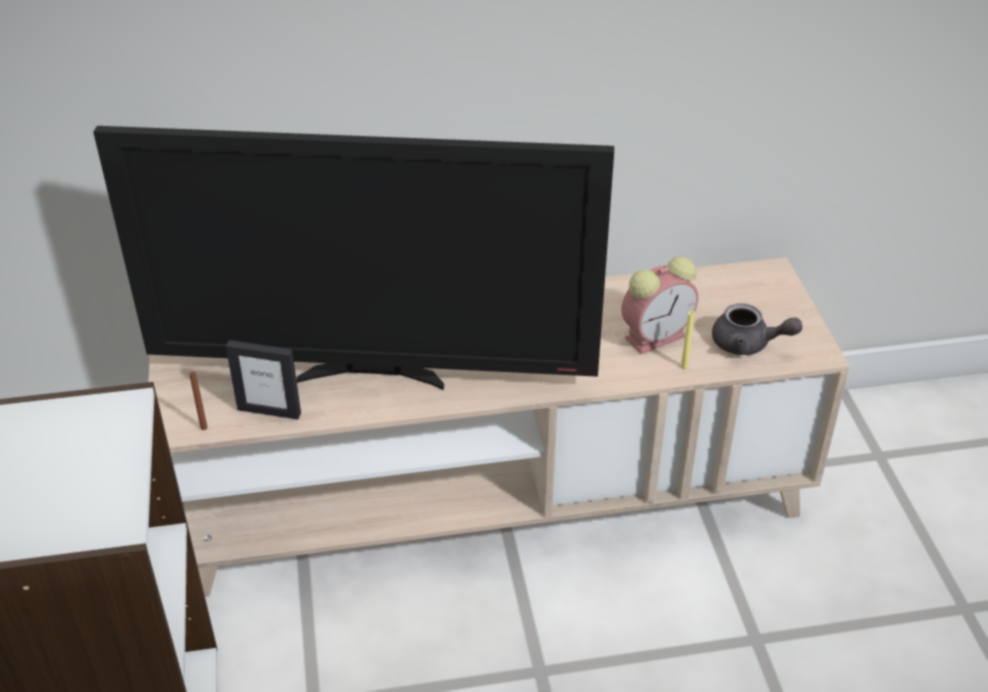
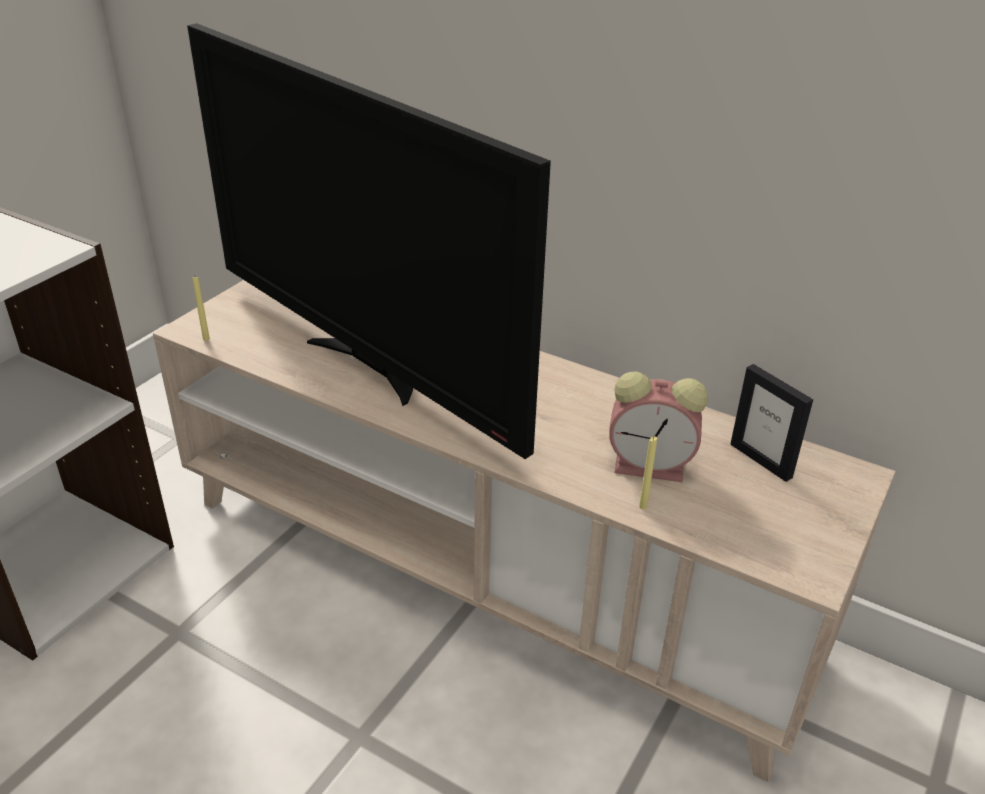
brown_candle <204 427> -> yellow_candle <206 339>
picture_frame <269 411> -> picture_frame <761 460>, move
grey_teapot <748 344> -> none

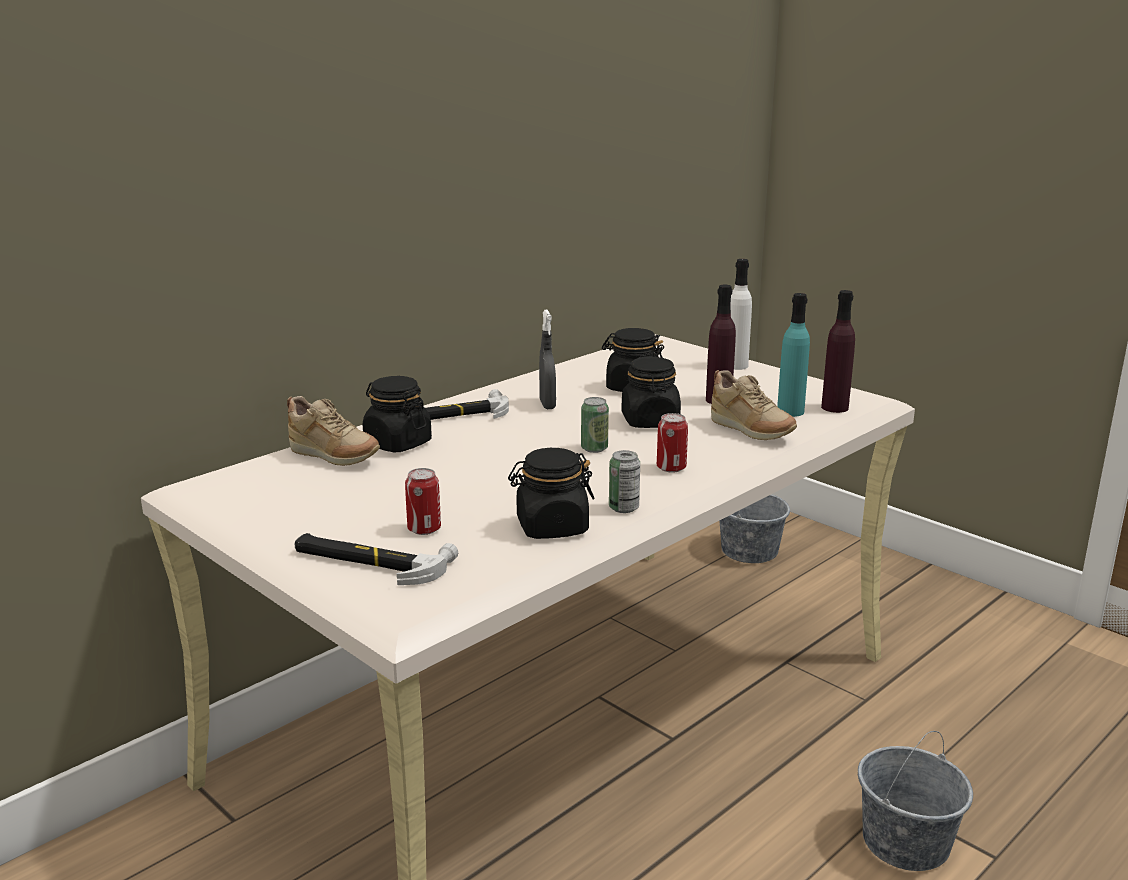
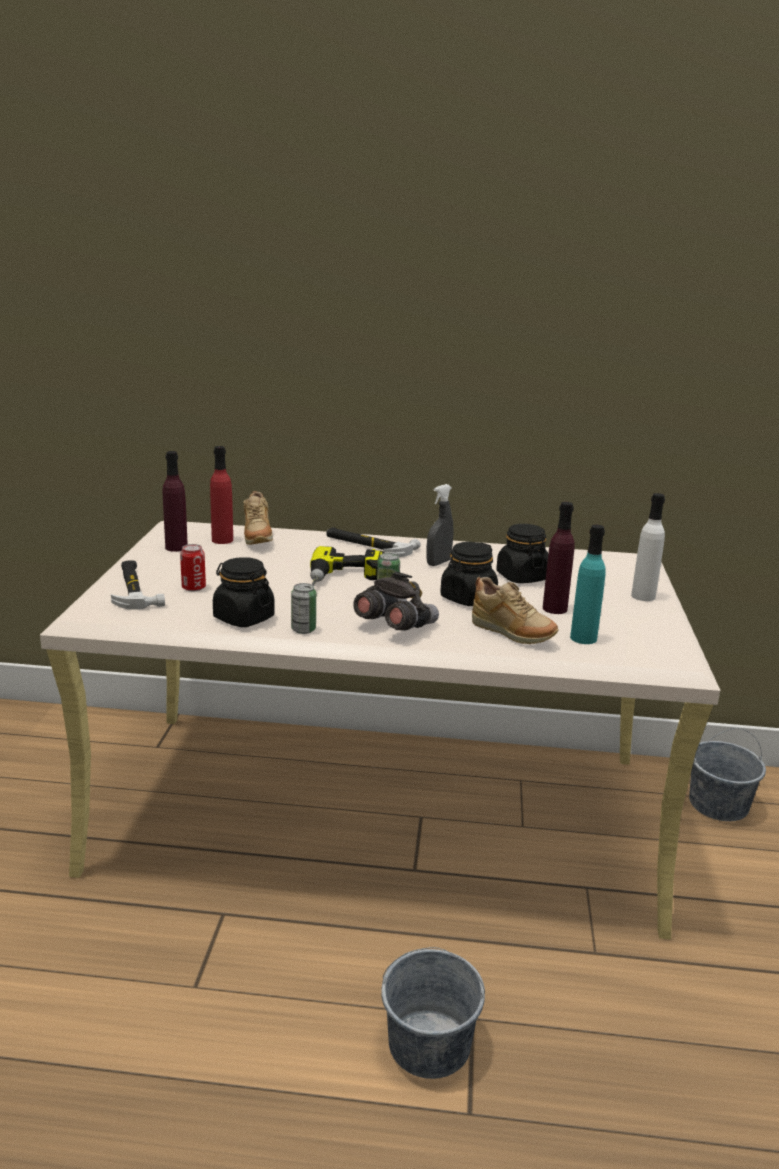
purple_bottle <834 407> -> purple_bottle <176 547>, move
none -> red_bottle <222 540>
none -> power_drill <345 580>
can <671 468> -> grey_binoculars <395 626>
beige_shoe <751 432> -> beige_shoe <512 634>, 60 degrees counterclockwise
black_jar <397 443> -> none

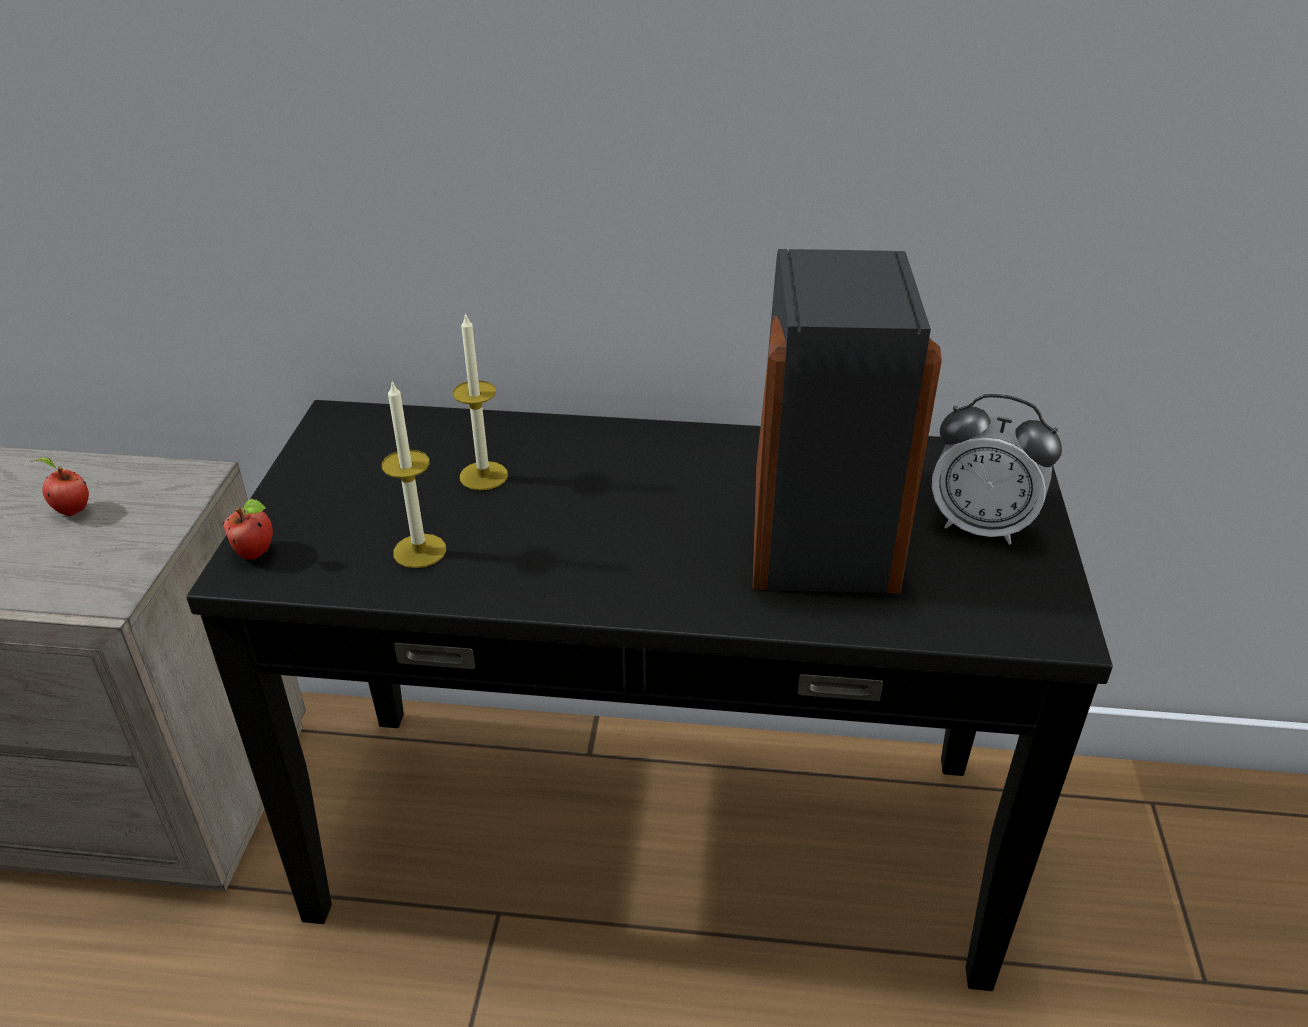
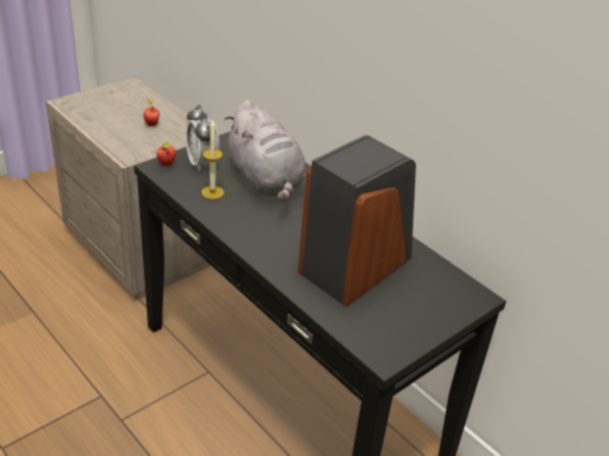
alarm_clock <980 525> -> alarm_clock <202 163>, move
candle <483 476> -> grey_plush_toy <266 181>

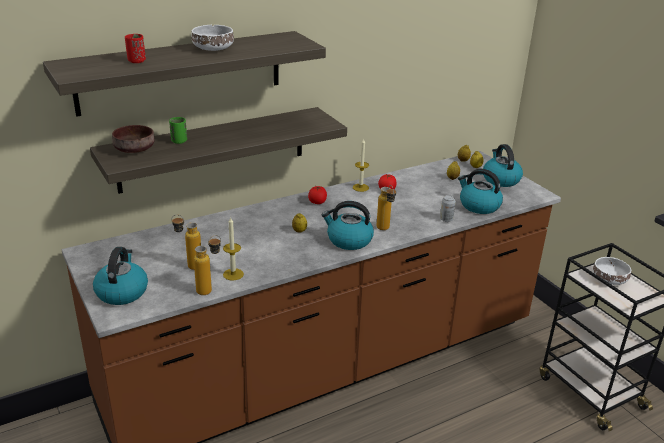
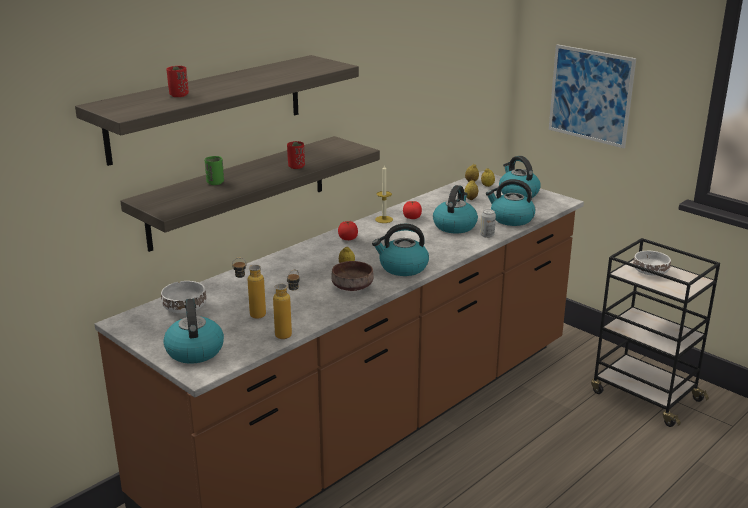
white_bowl <212 49> -> white_bowl <184 308>, move
none -> red_cup <296 167>
brown_bowl <134 149> -> brown_bowl <352 286>, move
none -> kettle <454 226>
none -> picture <590 95>
candle <233 274> -> none
bottle <385 230> -> none

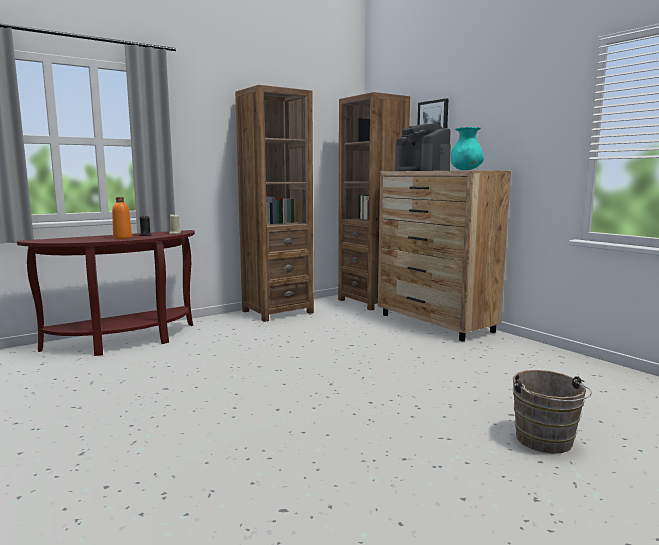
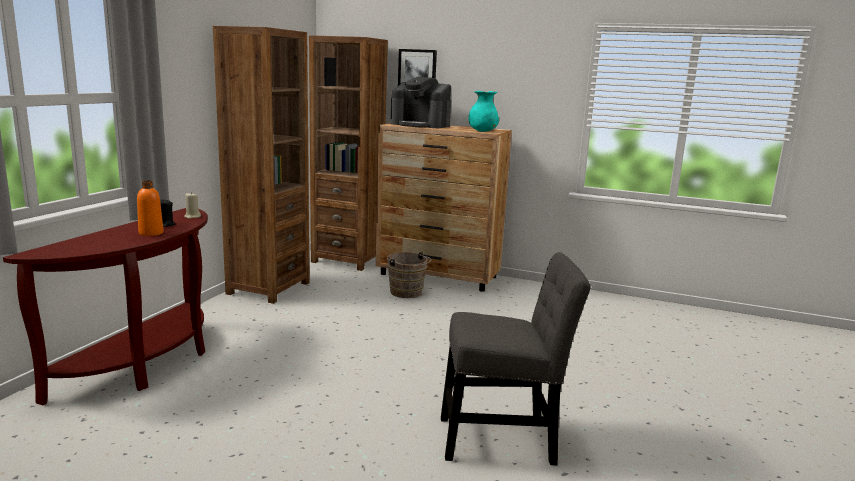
brown_bucket <545 442> -> brown_bucket <407 293>, move
none -> grey_chair <503 439>

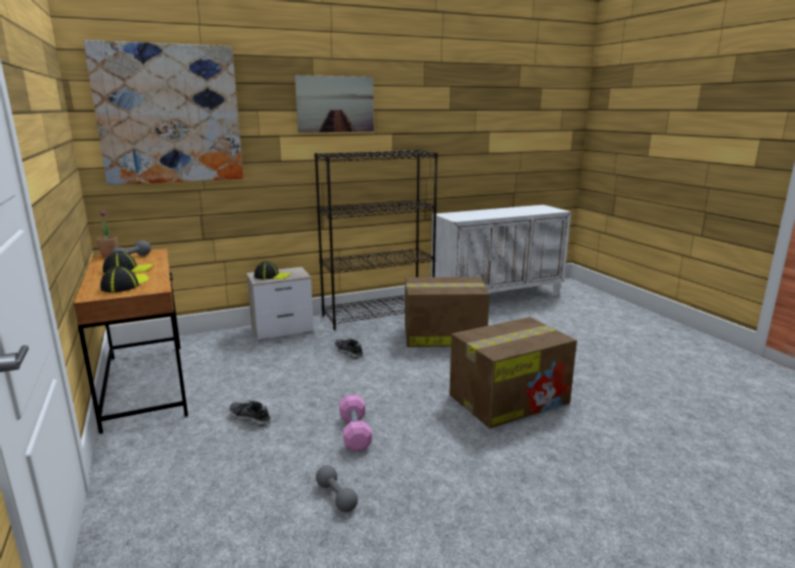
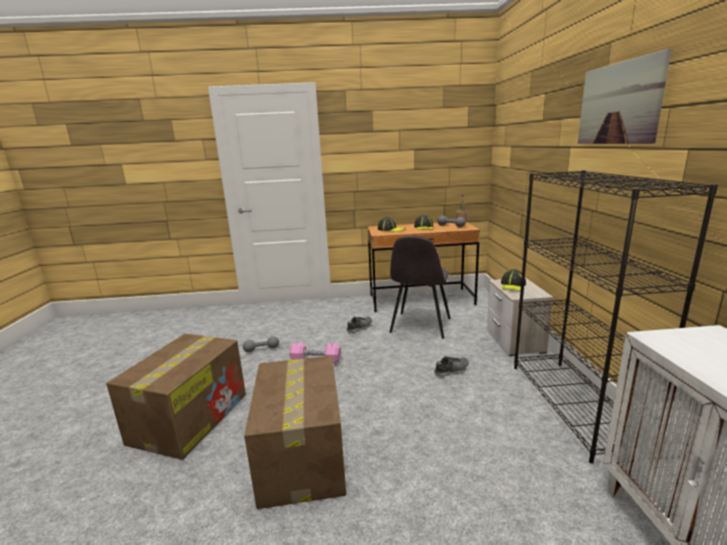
cardboard_box <442 335> -> cardboard_box <191 417>, move
none -> grey_chair <420 326>
picture <169 115> -> none

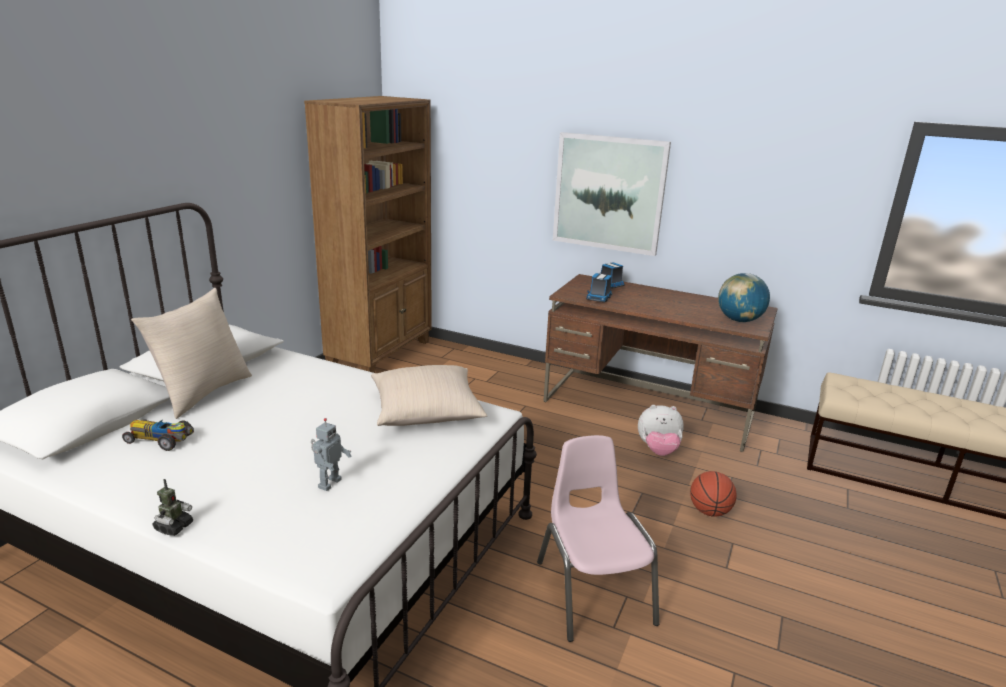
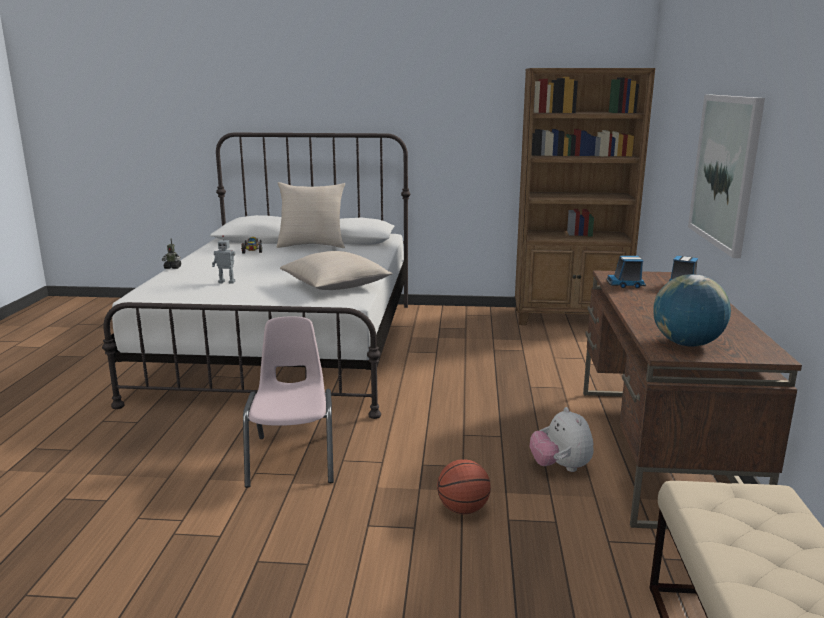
pink_chair <593 592> -> pink_chair <293 459>, 60 degrees counterclockwise

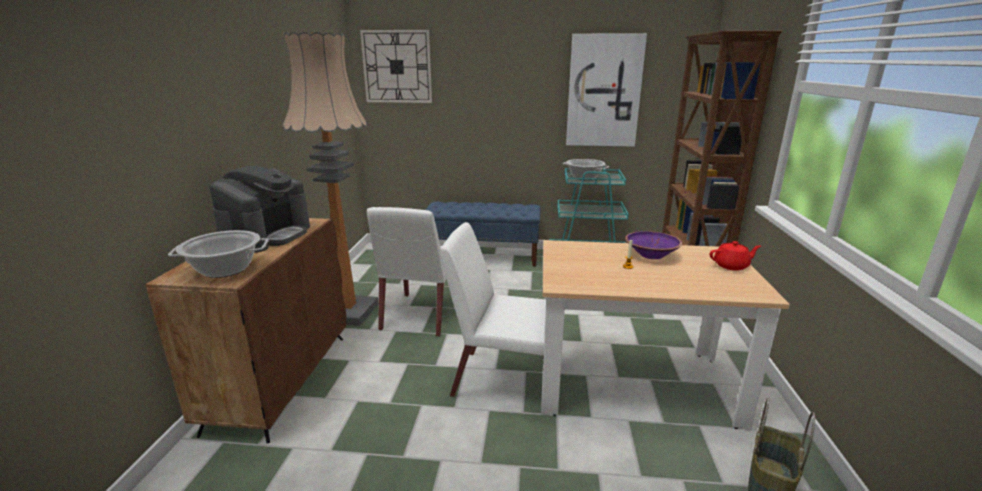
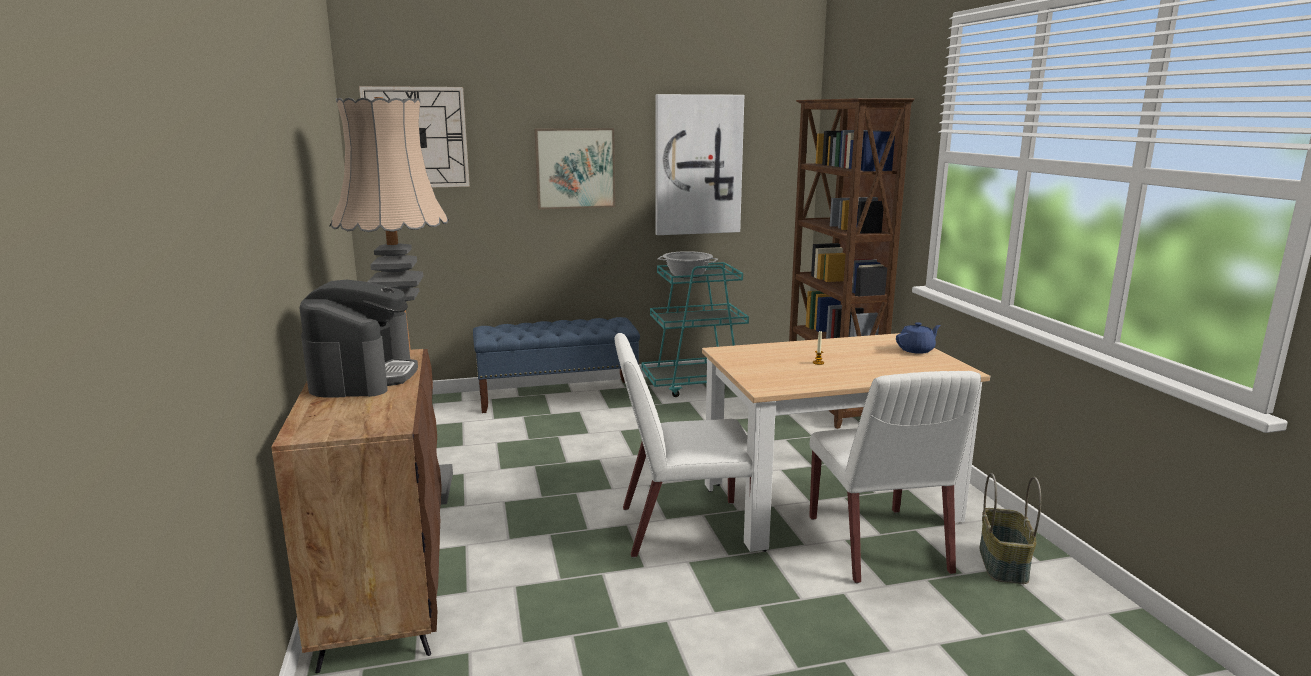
none -> picture <575 168>
white_chair <420 315> -> white_chair <878 545>, move
red_teapot <731 266> -> blue_teapot <916 350>
cooking_pot <225 269> -> none
purple_bowl <651 255> -> none

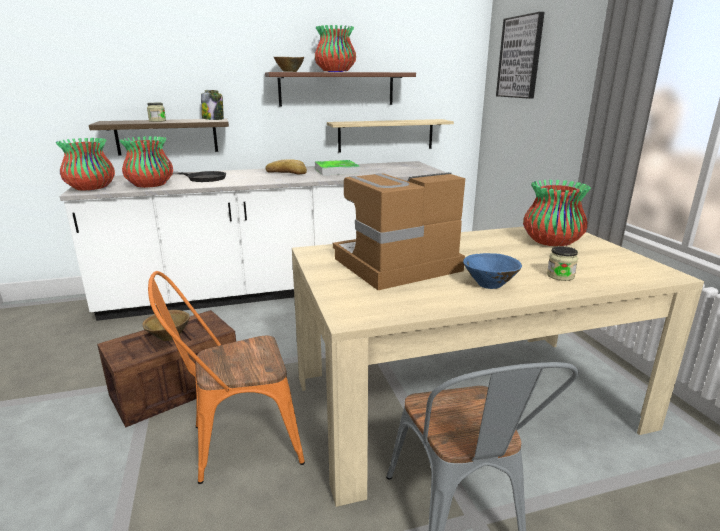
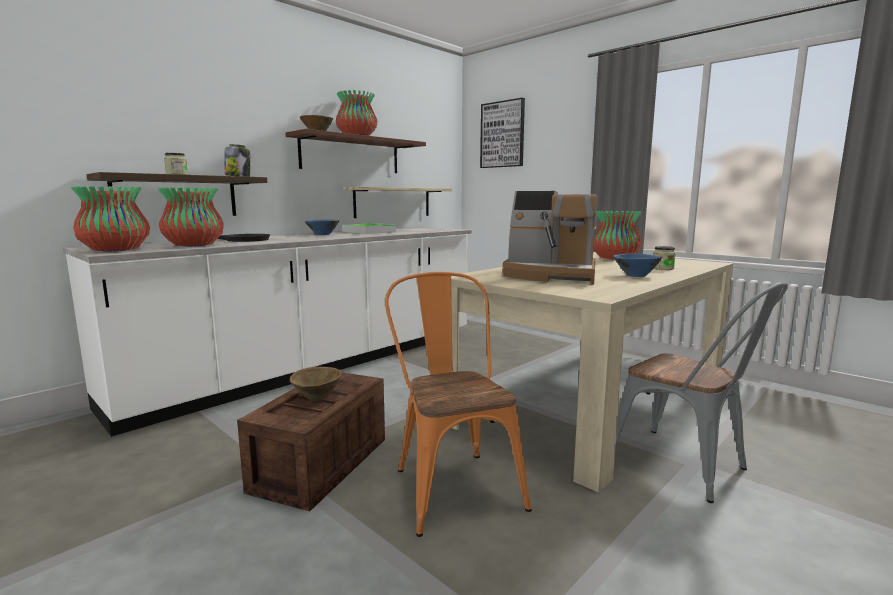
bread <286 172> -> blue_bowl <323 234>
orange_chair <236 443> -> orange_chair <452 483>, 120 degrees clockwise
coffee_machine <395 265> -> coffee_machine <551 275>, 105 degrees counterclockwise

